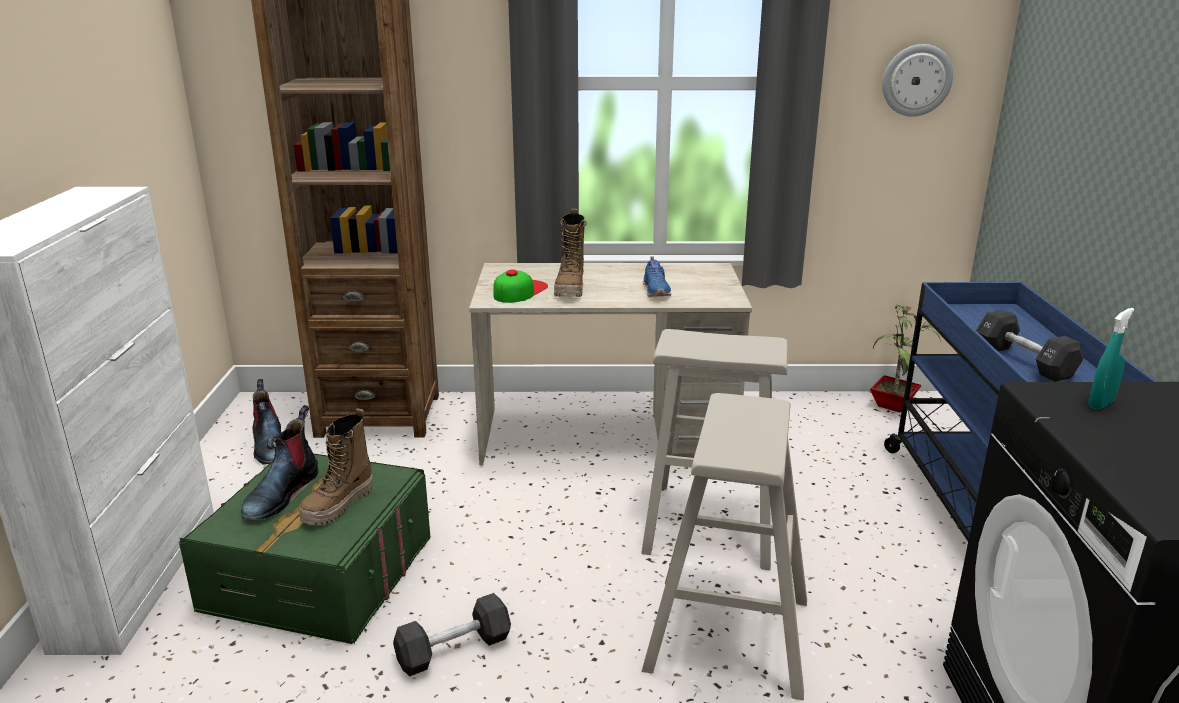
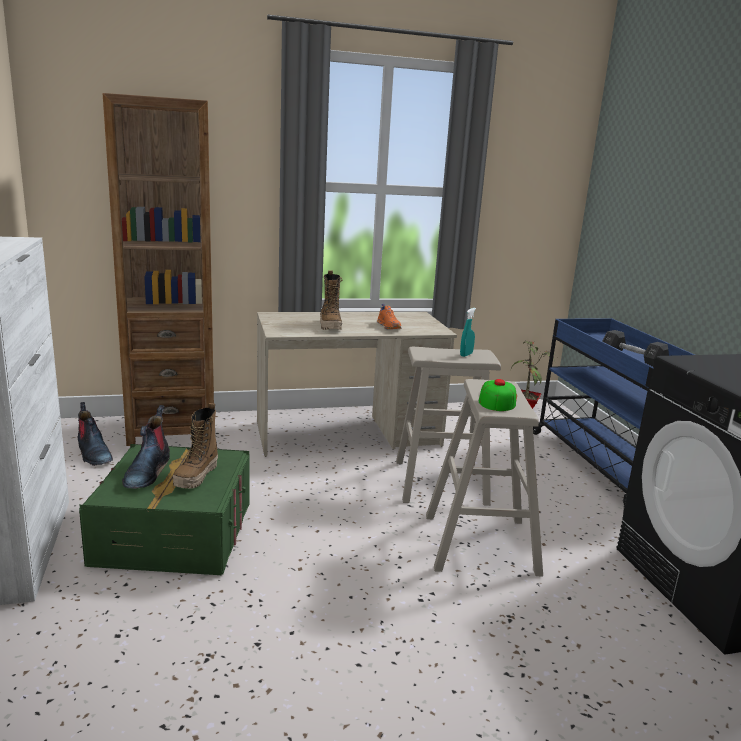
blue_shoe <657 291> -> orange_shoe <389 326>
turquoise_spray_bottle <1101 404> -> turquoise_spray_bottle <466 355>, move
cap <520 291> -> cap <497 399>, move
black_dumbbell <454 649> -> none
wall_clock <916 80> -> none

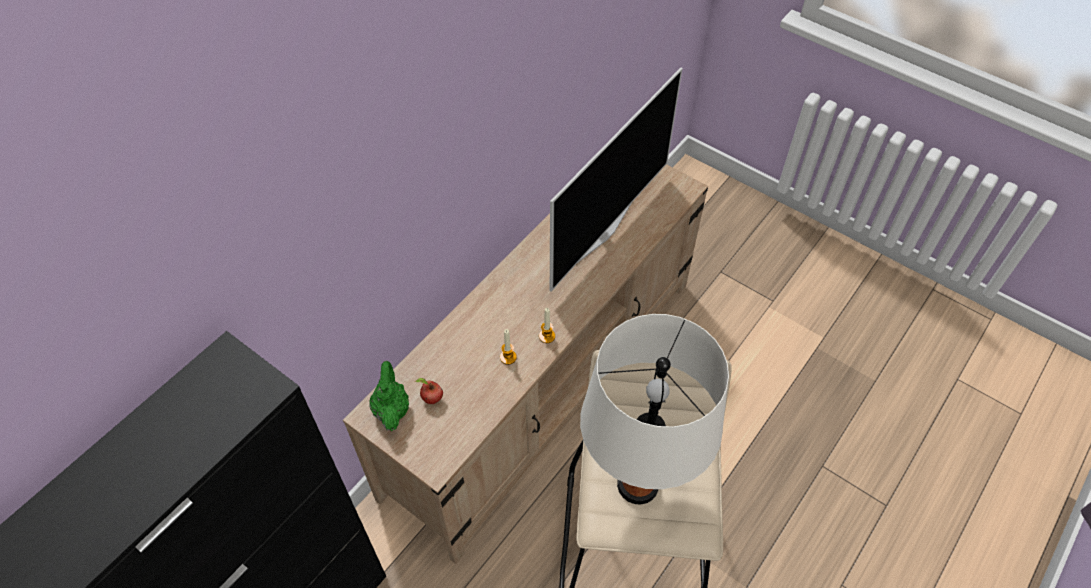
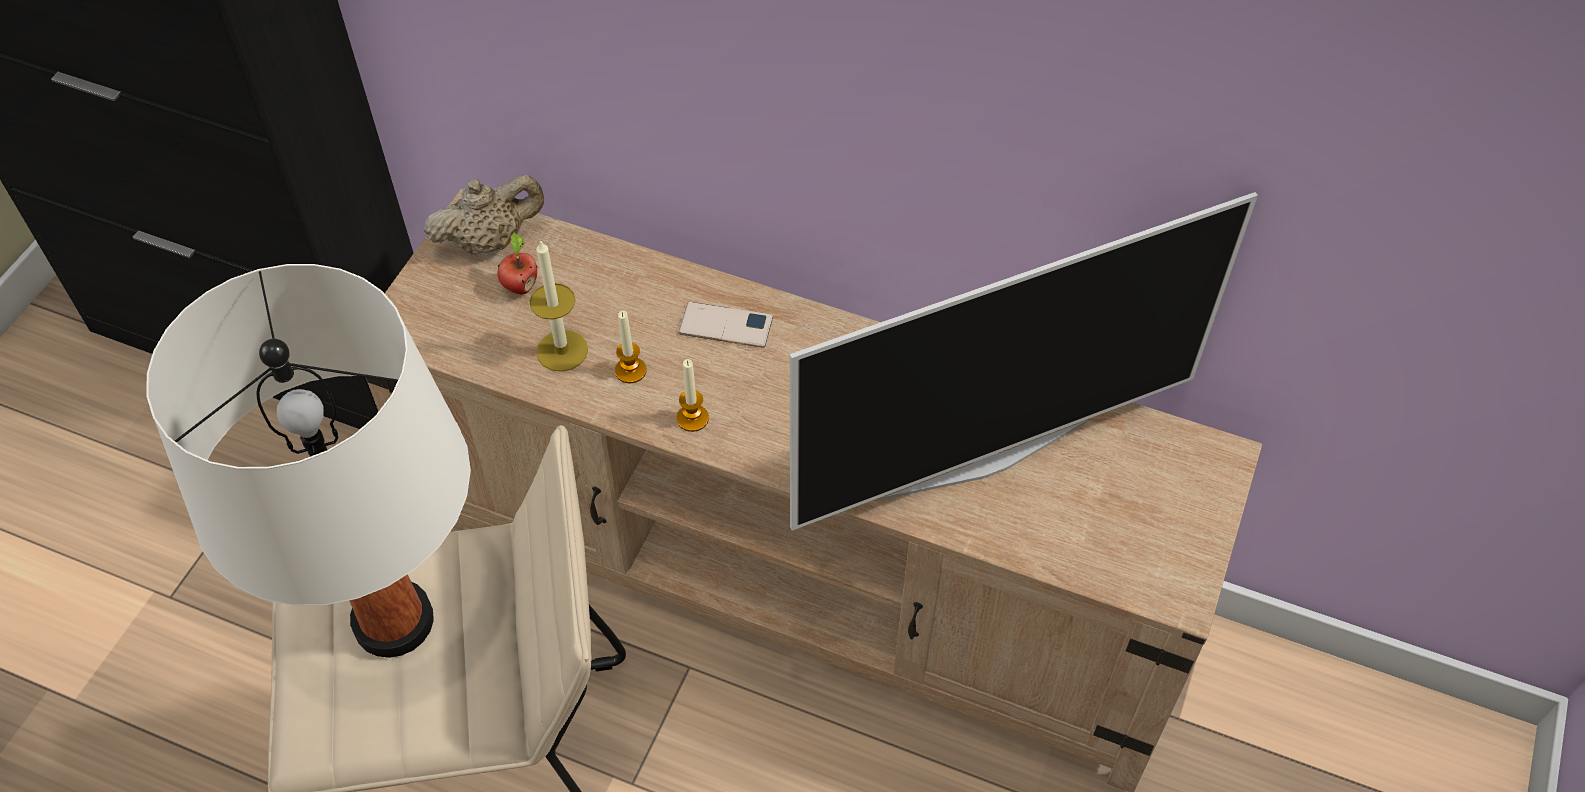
green_teapot <391 409> -> beige_teapot <490 241>
none -> candle <562 350>
none -> phone <725 325>
television <602 231> -> television <984 457>, 45 degrees counterclockwise

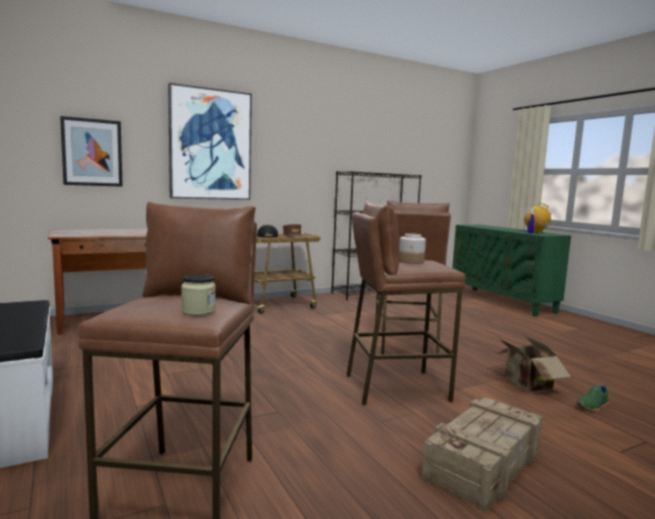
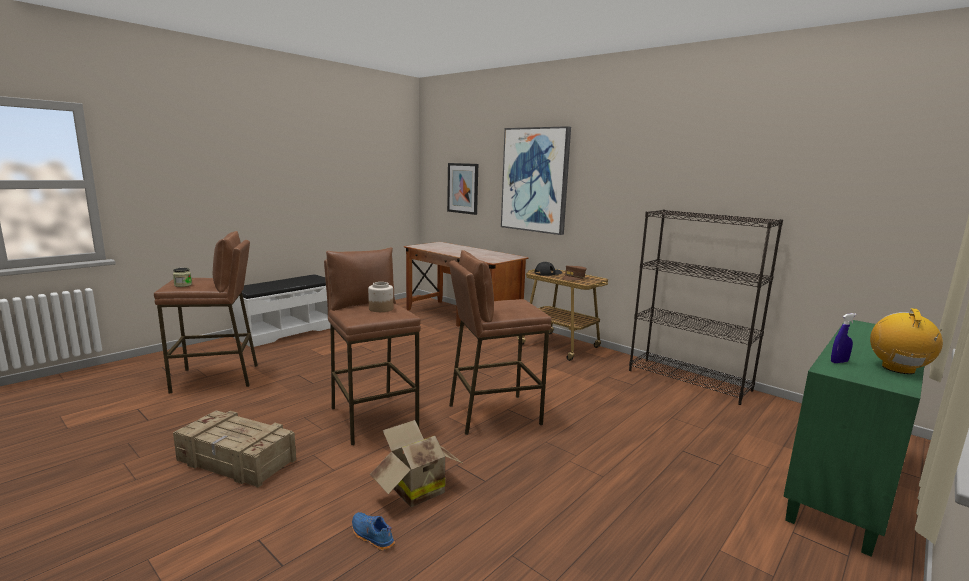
green_shoe <593 406> -> blue_shoe <371 537>

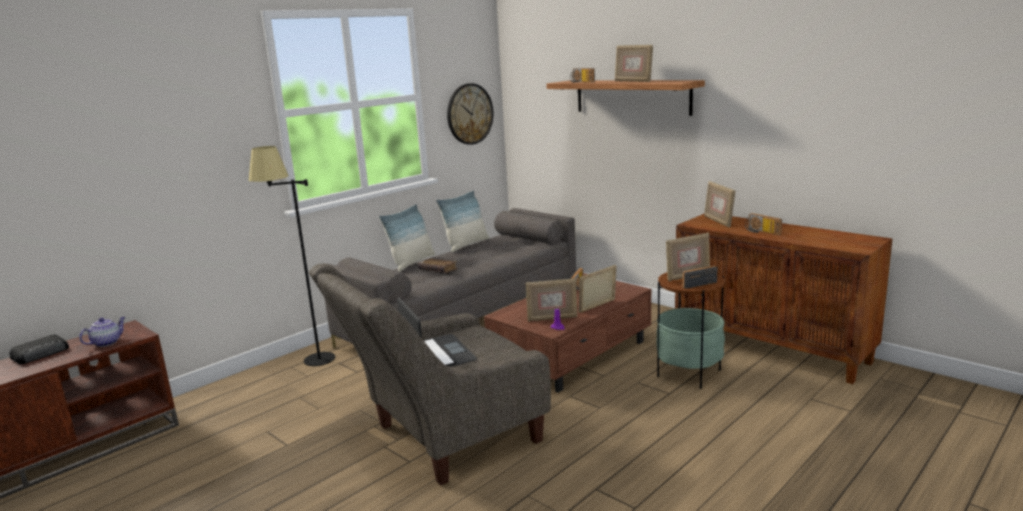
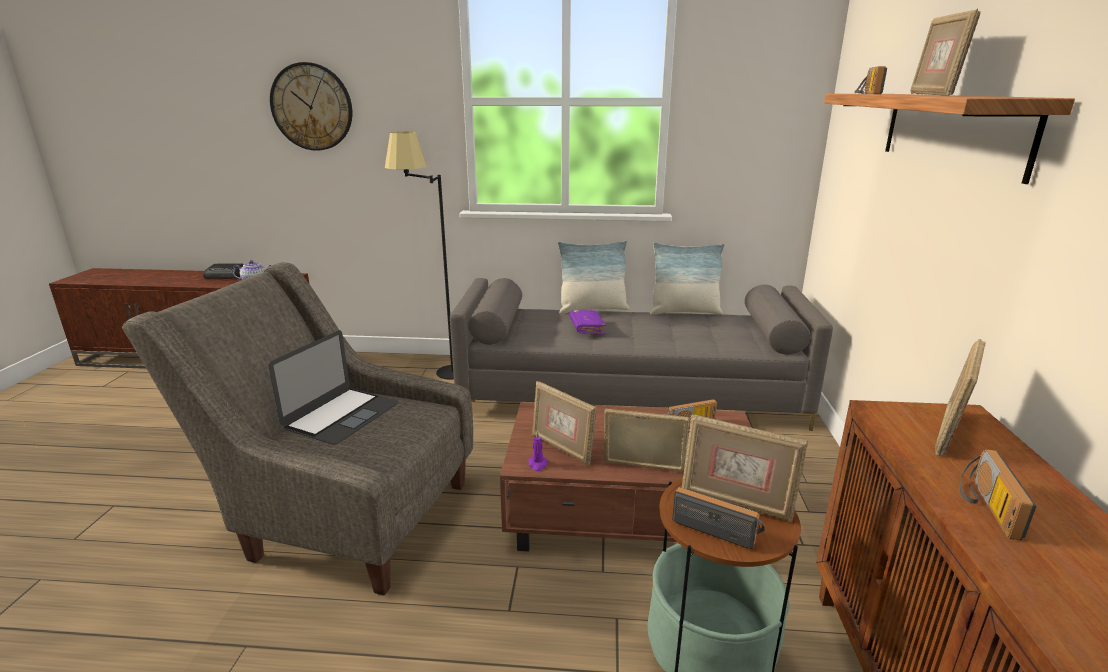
wall_clock <469 114> -> wall_clock <312 107>, move
brown_book <438 270> -> purple_book <587 328>

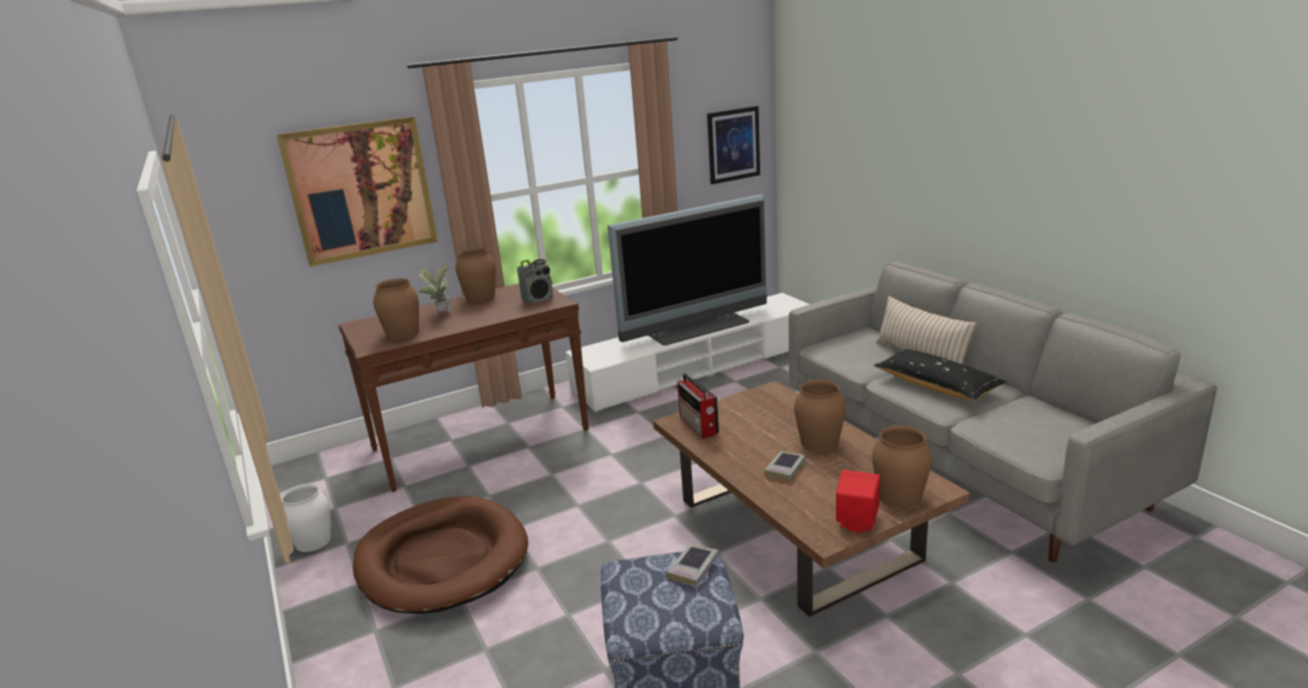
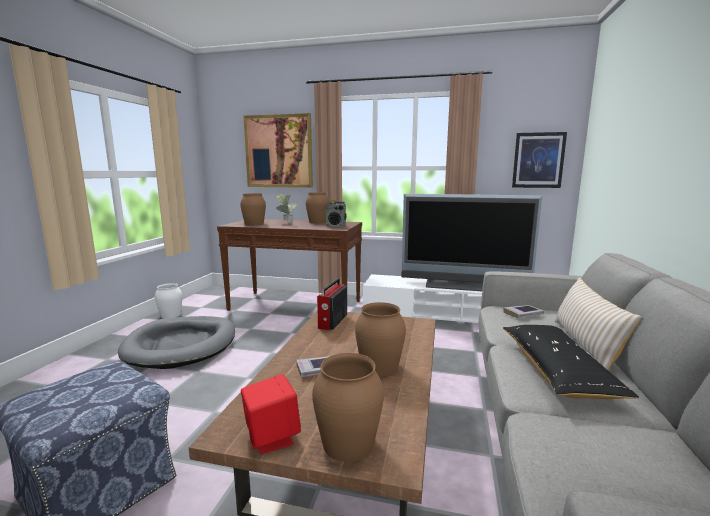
brown_dog_bed <442 560> -> grey_dog_bed <182 345>
book <693 568> -> book <523 314>, move

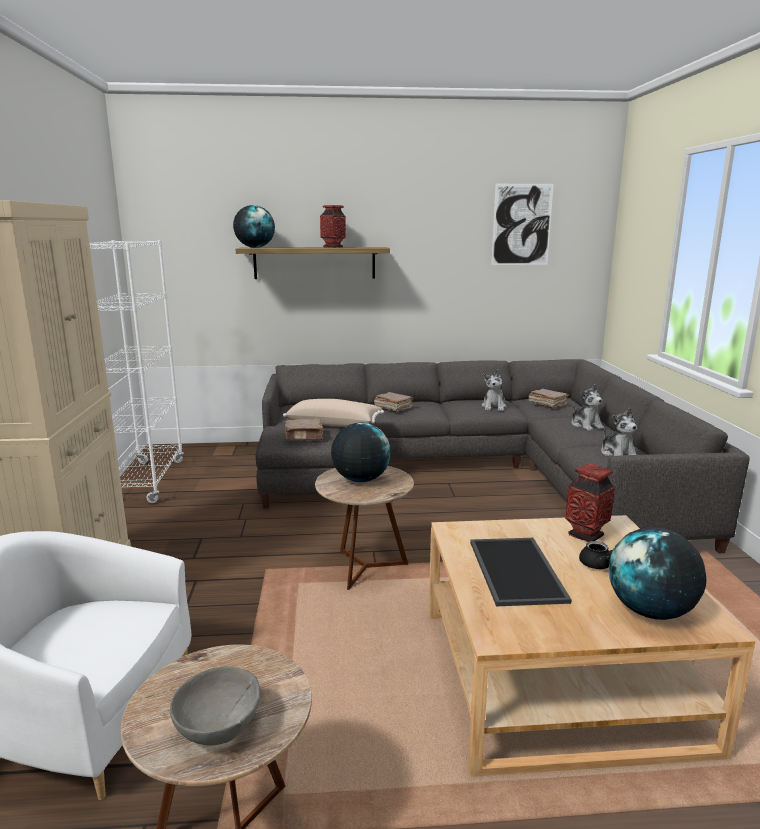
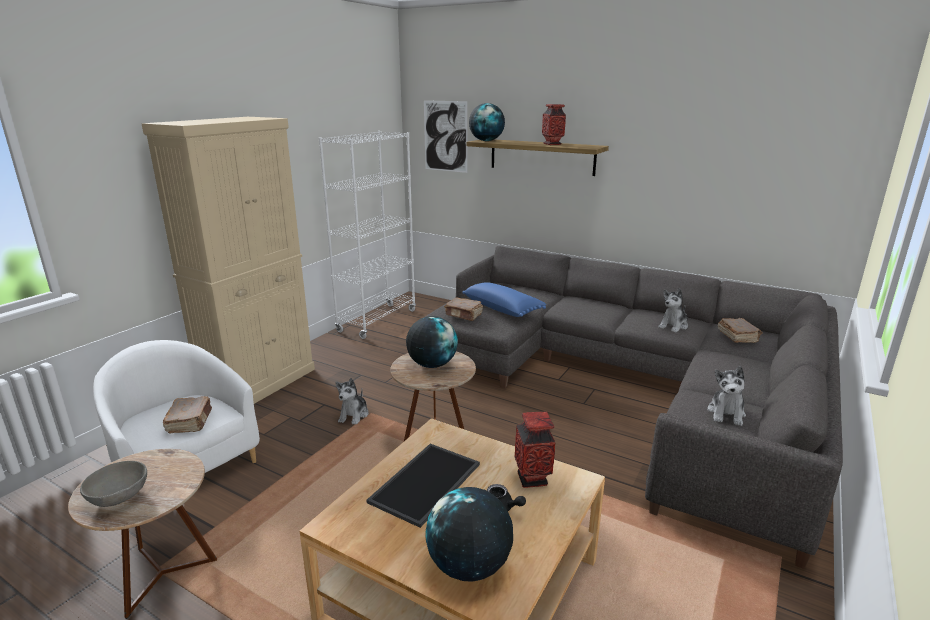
brown_book <393 408> -> brown_book <190 422>, move
plush_toy <586 425> -> plush_toy <354 415>, move
picture <521 225> -> picture <445 136>, move
beige_pillow <334 424> -> blue_pillow <503 308>

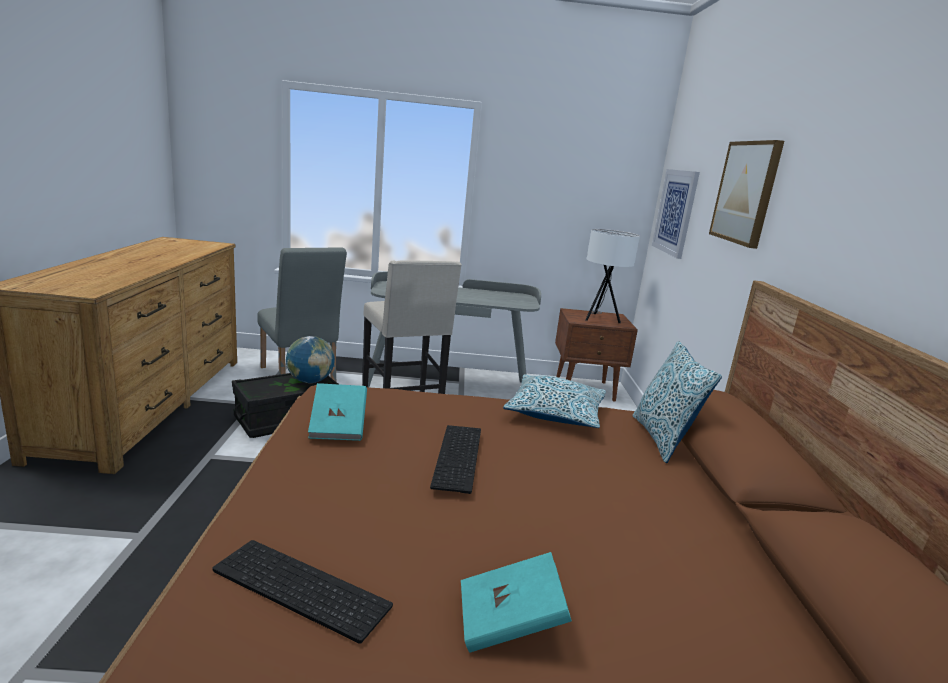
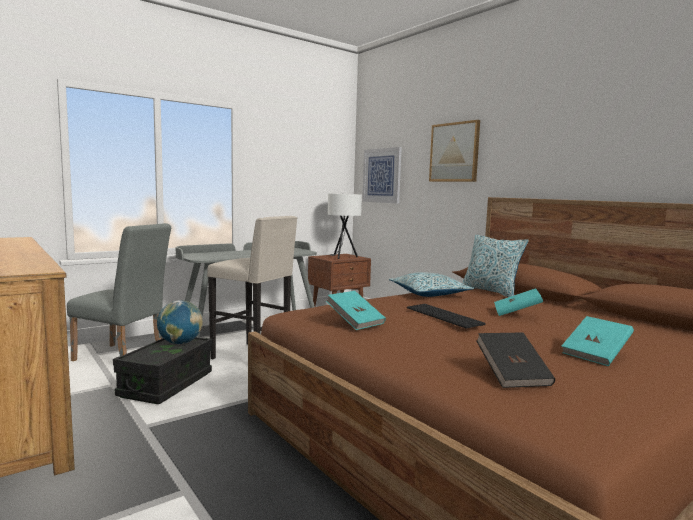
keyboard <297 589> -> black_book <512 375>
none -> turquoise_book <516 313>

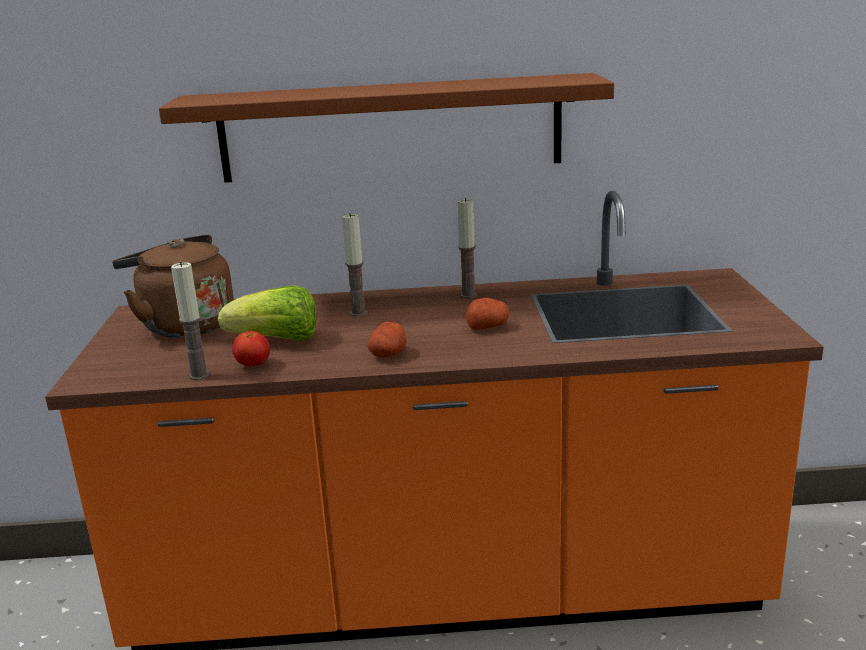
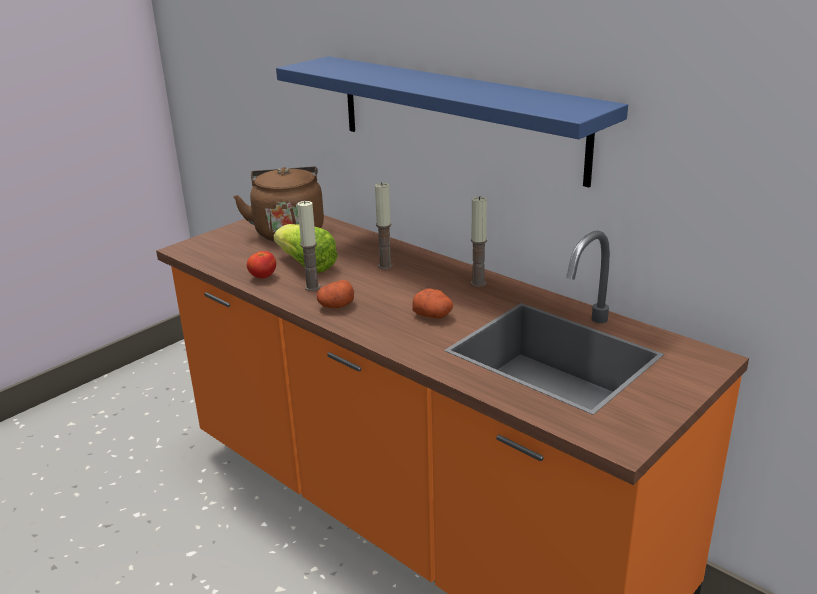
brown_shelf <390 128> -> blue_shelf <457 116>
candle <199 375> -> candle <312 287>, move

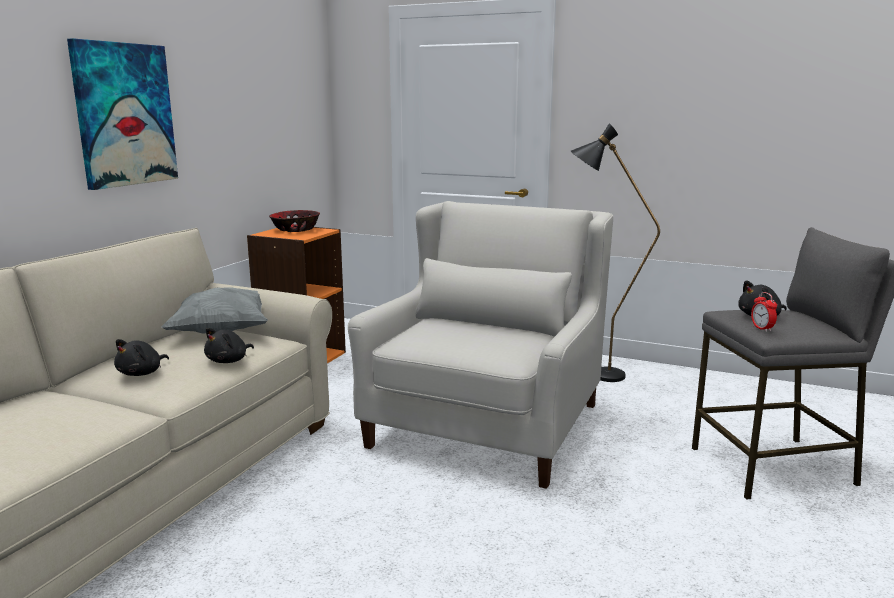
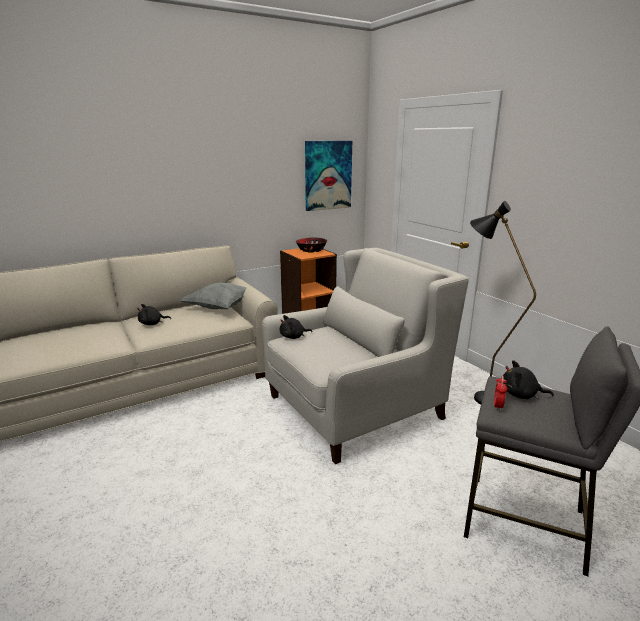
black_plush_toy <229 361> -> black_plush_toy <293 337>, move
picture <124 115> -> picture <328 175>, move

